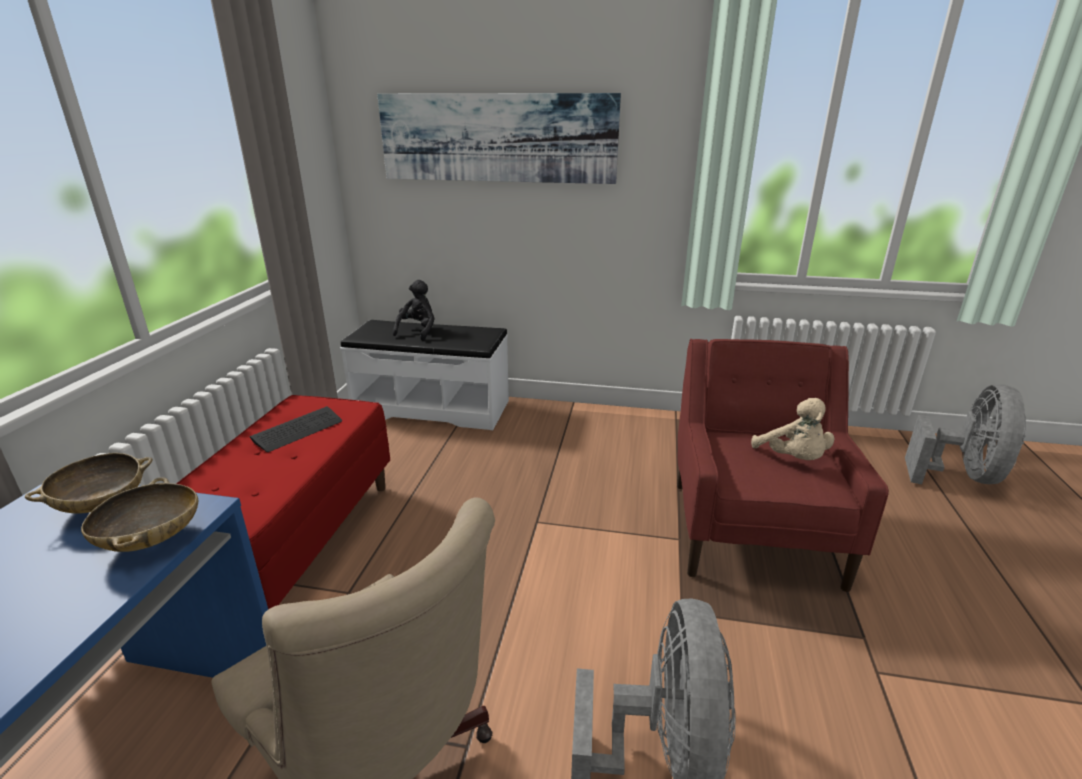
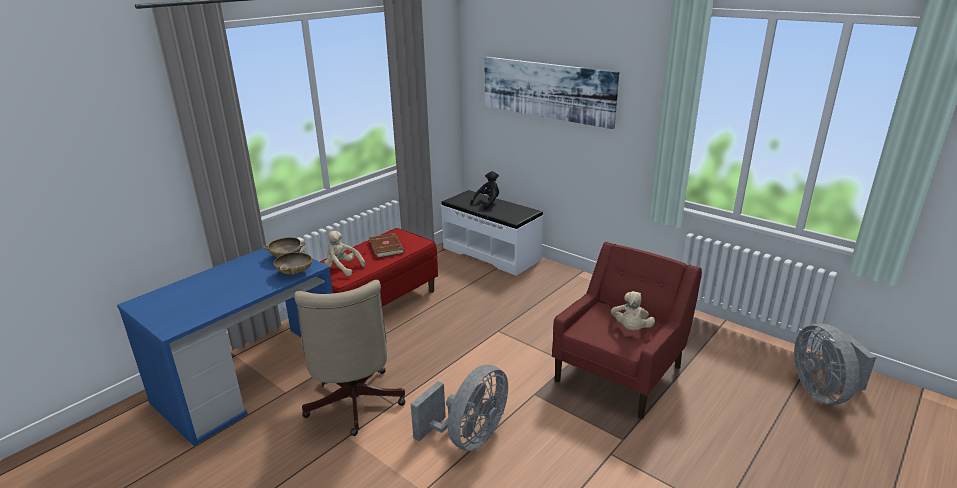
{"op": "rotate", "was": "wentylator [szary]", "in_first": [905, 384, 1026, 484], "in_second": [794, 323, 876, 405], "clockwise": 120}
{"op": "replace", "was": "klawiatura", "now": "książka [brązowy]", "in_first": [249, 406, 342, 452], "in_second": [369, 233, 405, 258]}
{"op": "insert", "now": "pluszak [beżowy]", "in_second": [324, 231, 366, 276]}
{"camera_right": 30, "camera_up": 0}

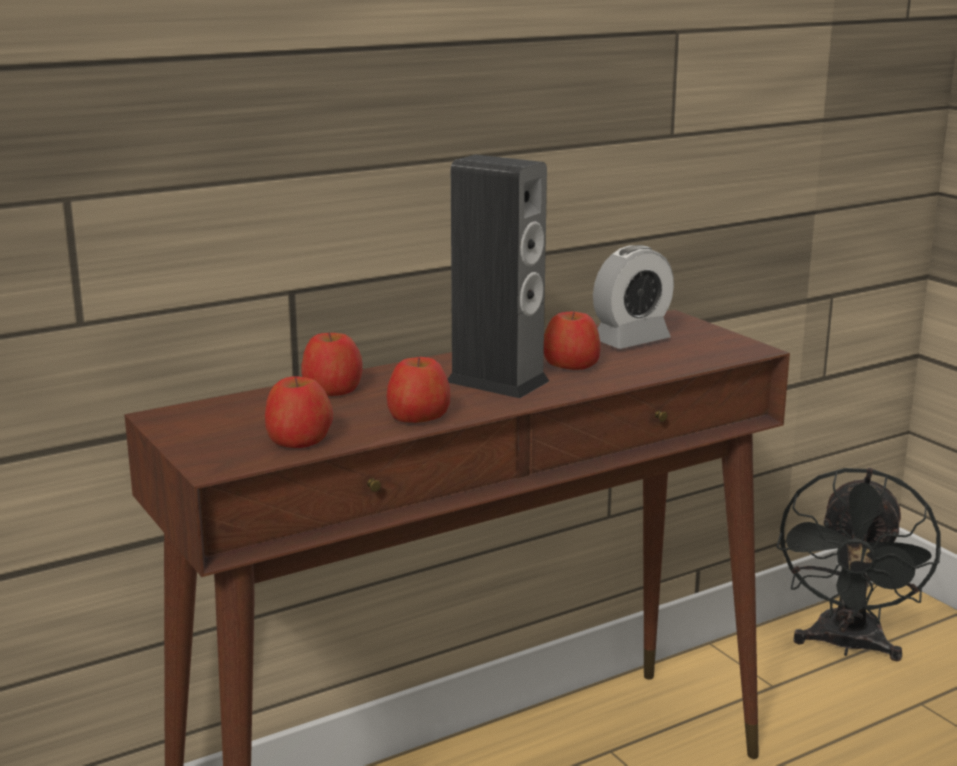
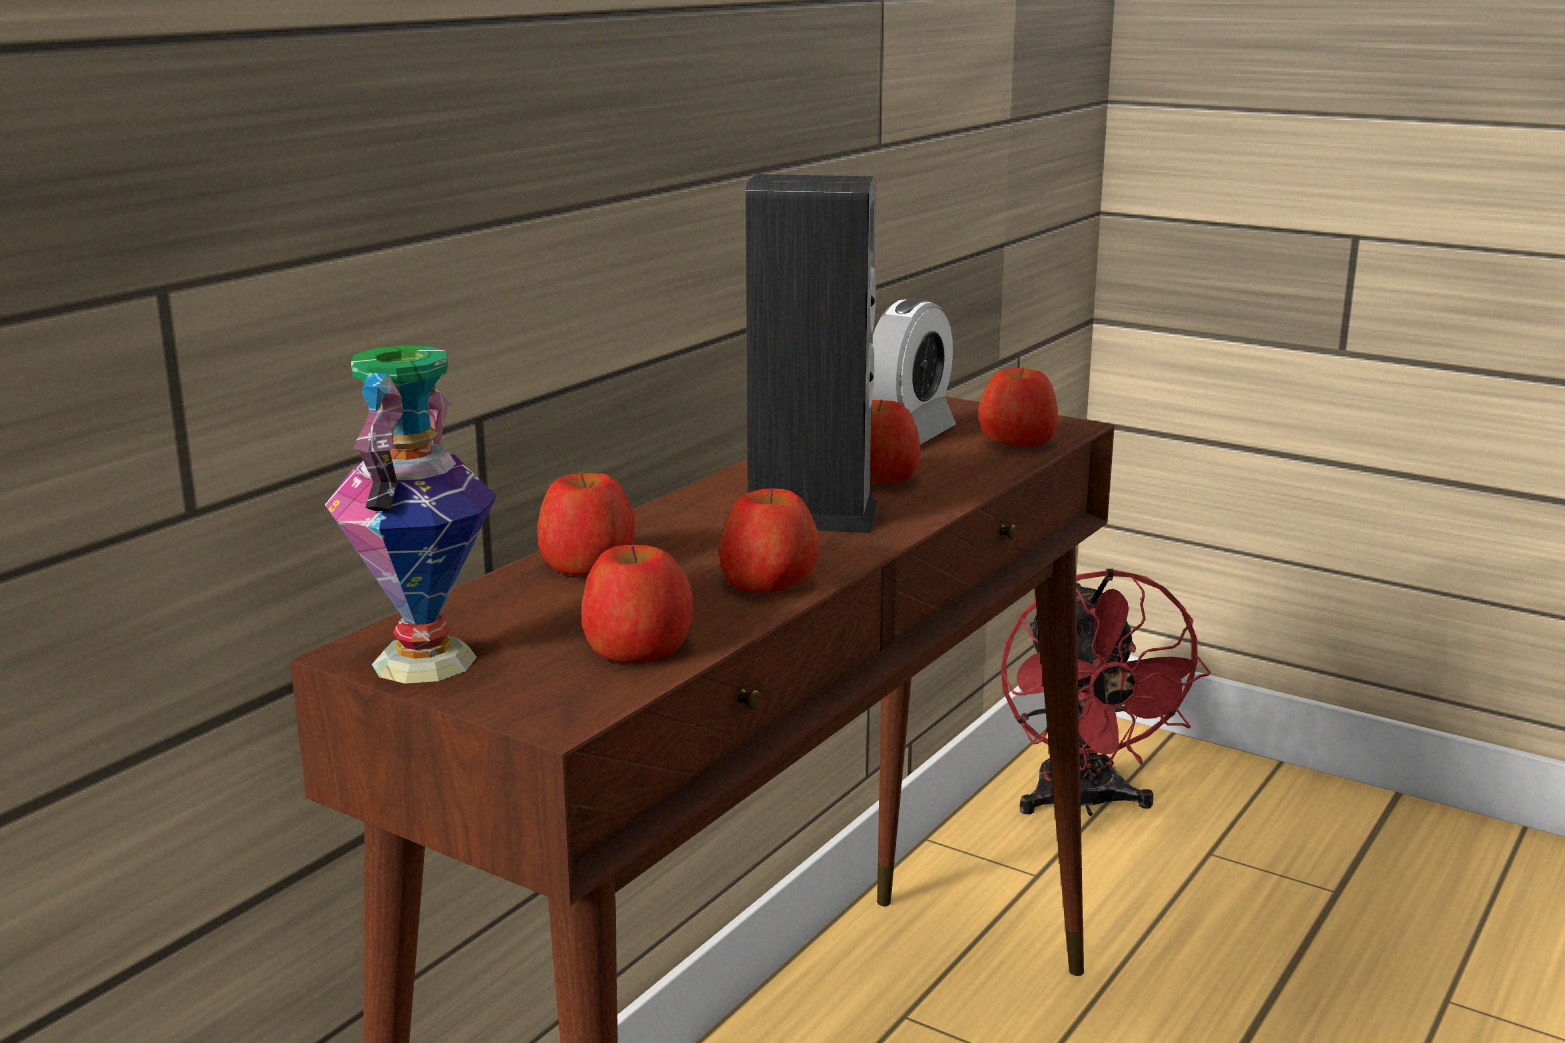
{"op": "recolor", "was": "wentylator [czarny]", "now": "wentylator [czerwony]", "in_first": [777, 468, 941, 661], "in_second": [1001, 569, 1211, 816]}
{"op": "insert", "now": "wazon", "in_second": [325, 345, 496, 684]}
{"op": "insert", "now": "jabłko", "in_second": [979, 367, 1058, 447]}
{"camera_right": -25, "camera_up": 0}

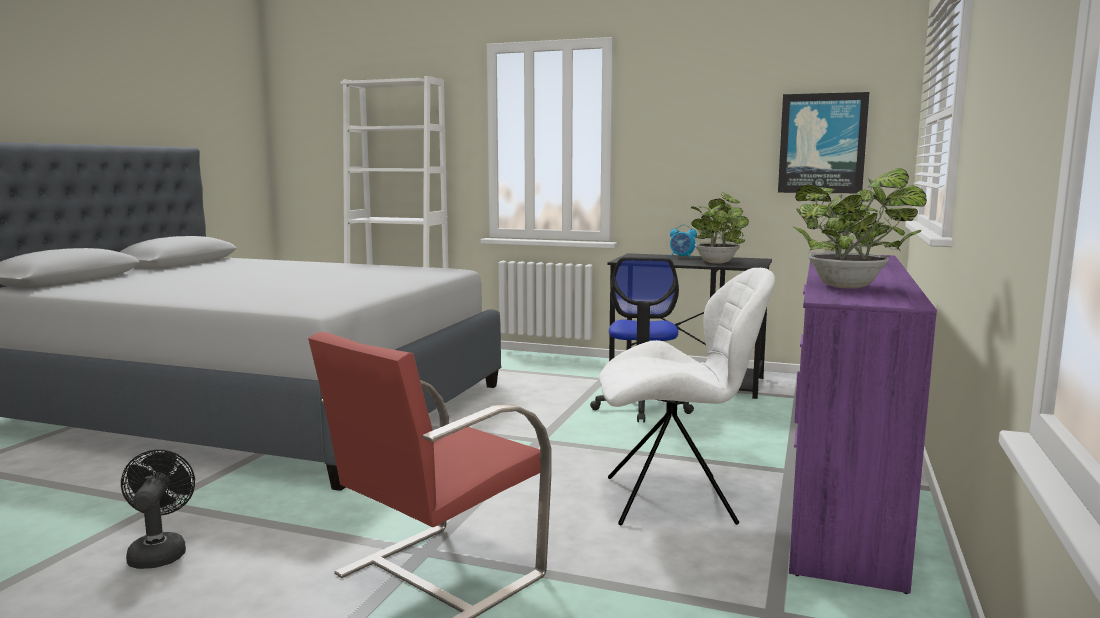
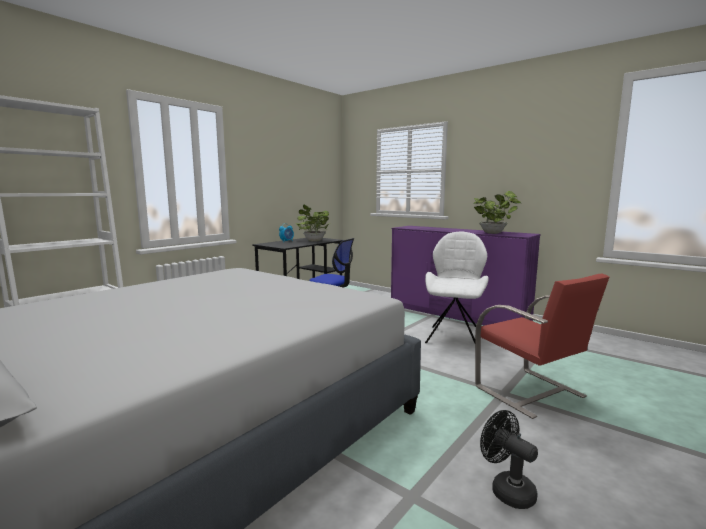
{"op": "delete", "was": "obraz", "in_first": [778, 92, 869, 193]}
{"op": "rotate", "was": "wentylator [czarny]", "in_first": [121, 450, 195, 569], "in_second": [480, 410, 538, 509], "clockwise": 45}
{"camera_right": -70, "camera_up": 0}

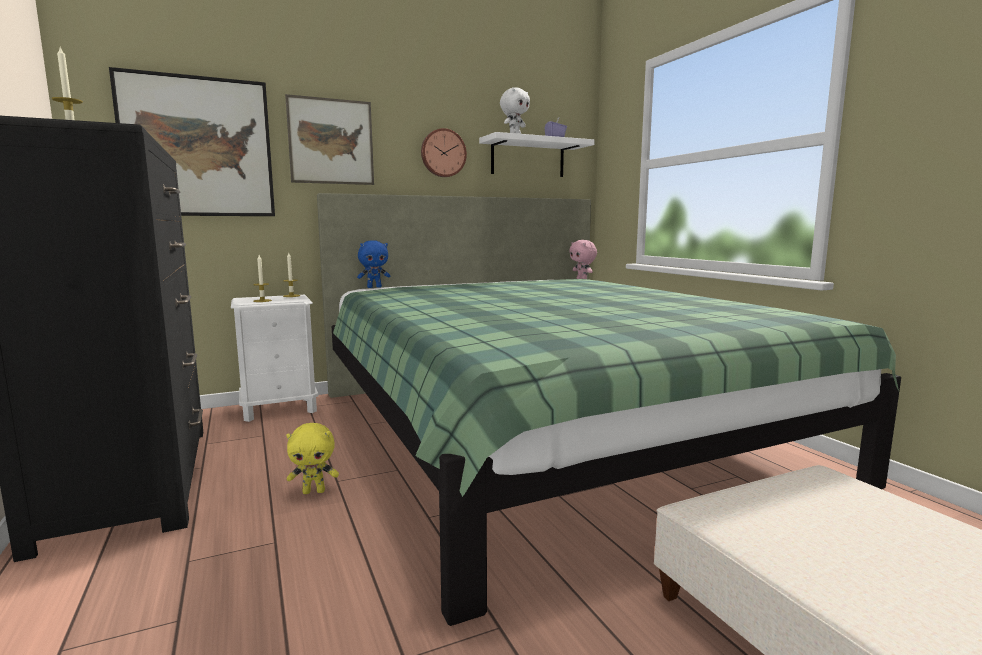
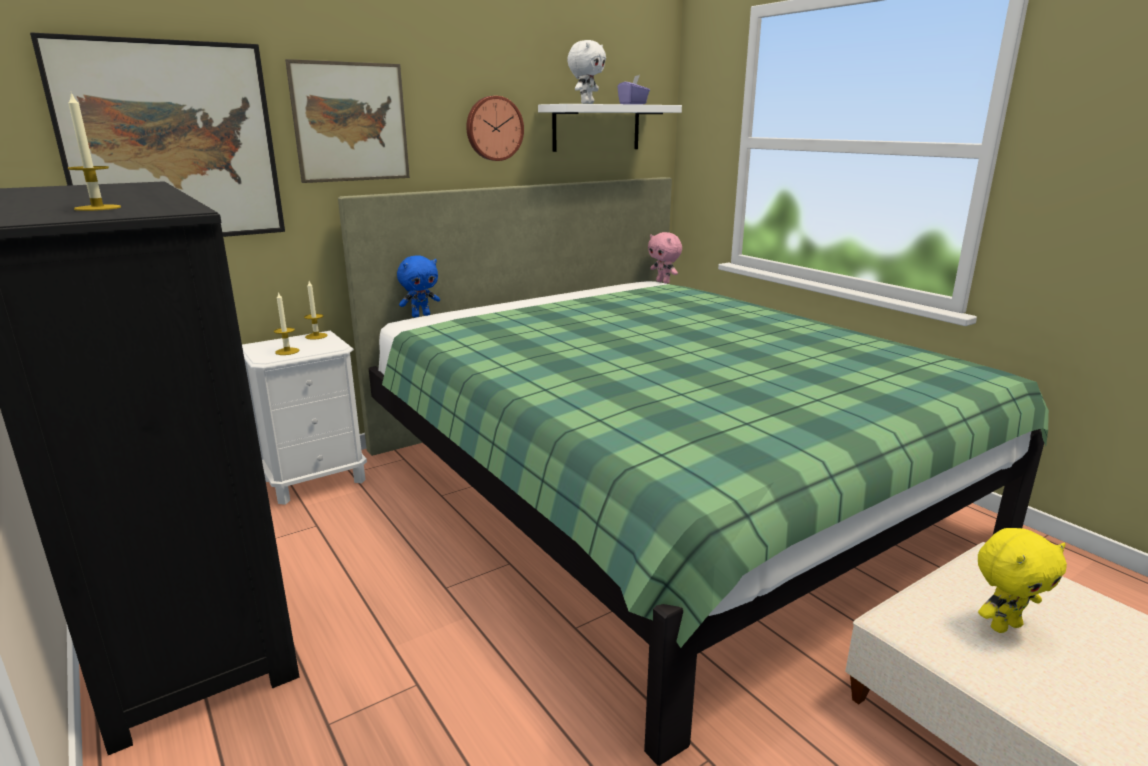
{"op": "move", "was": "pluszak [żółty]", "in_first": [286, 423, 339, 494], "in_second": [978, 528, 1067, 633]}
{"camera_right": -10, "camera_up": 10}

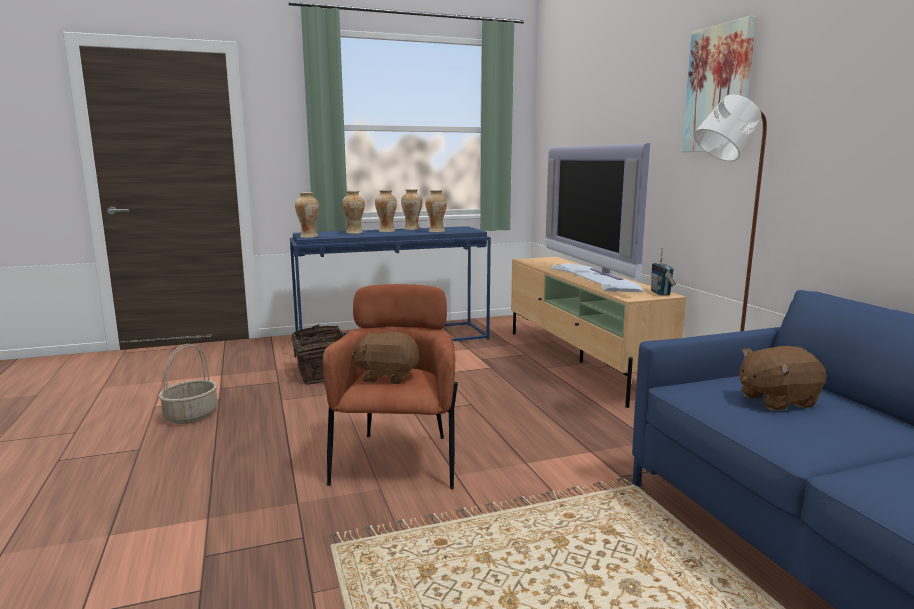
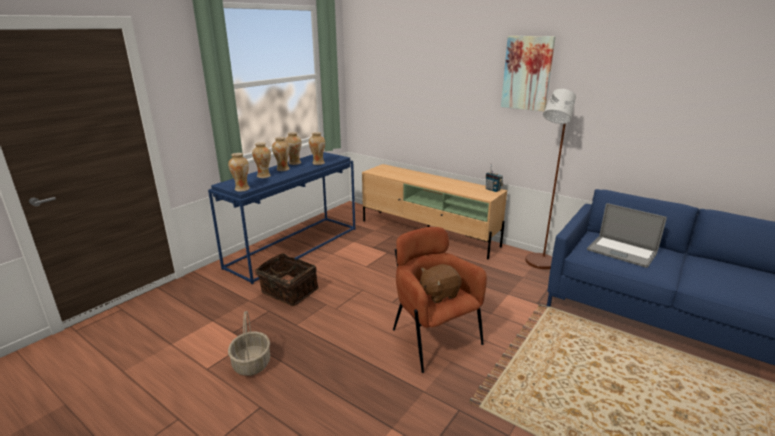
{"op": "delete", "was": "telewizor", "in_first": [545, 143, 650, 292]}
{"op": "replace", "was": "pluszak [brązowy]", "now": "laptop", "in_first": [739, 346, 826, 411], "in_second": [587, 203, 667, 268]}
{"camera_right": -35, "camera_up": 10}

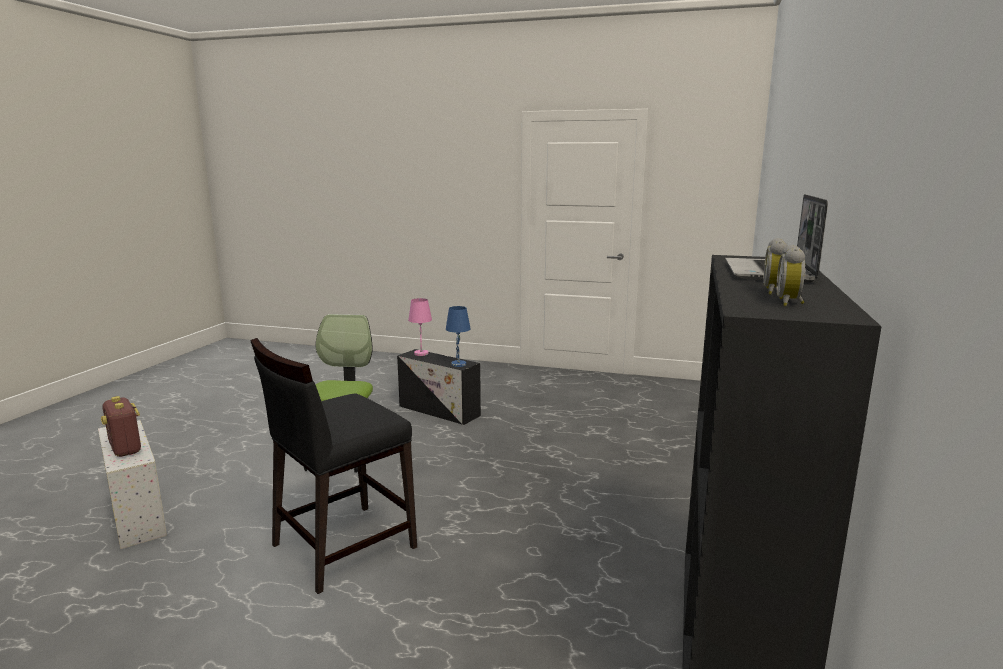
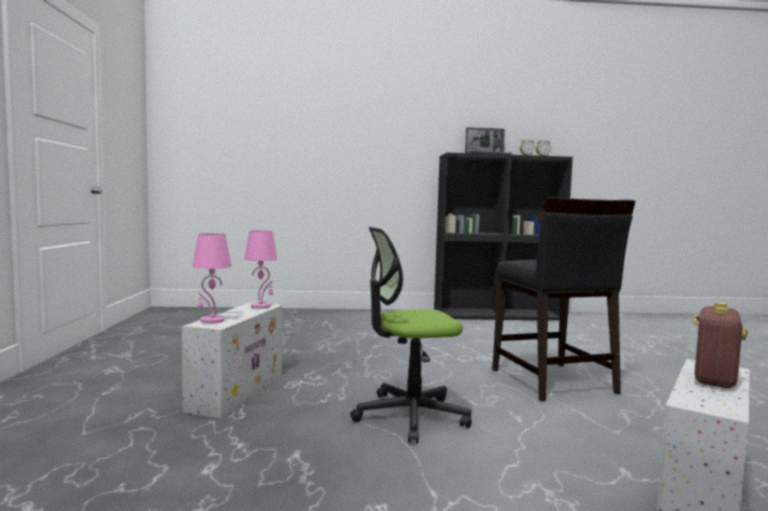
{"op": "recolor", "was": "lampa stołowa [niebieski]", "now": "lampa stołowa [różowy]", "in_first": [446, 306, 471, 367], "in_second": [244, 231, 277, 309]}
{"op": "rotate", "was": "krzesło [czarny]", "in_first": [250, 338, 417, 594], "in_second": [492, 197, 635, 401], "clockwise": 45}
{"op": "recolor", "was": "pojemnik do przechowywania [czarny]", "now": "pojemnik do przechowywania [biały]", "in_first": [397, 349, 481, 425], "in_second": [182, 303, 282, 418]}
{"camera_right": -110, "camera_up": -10}

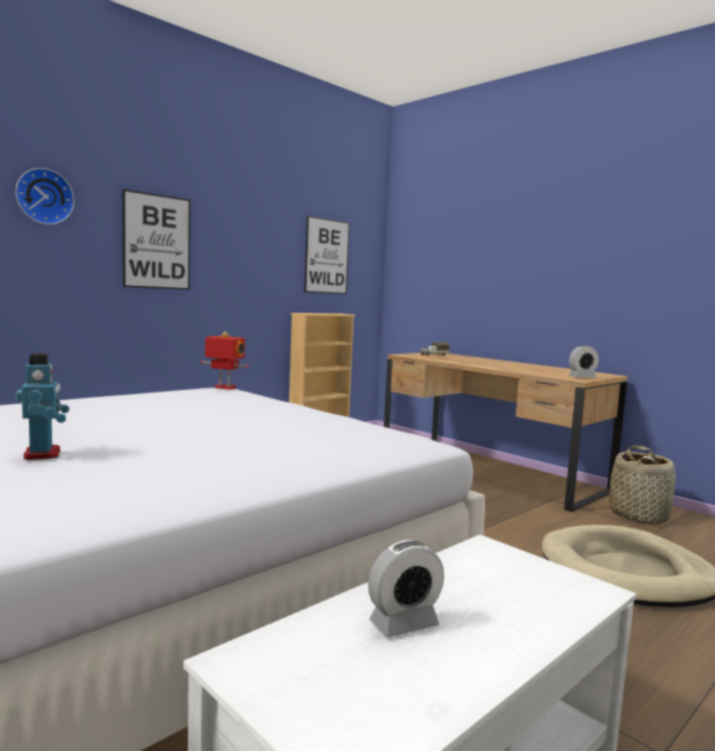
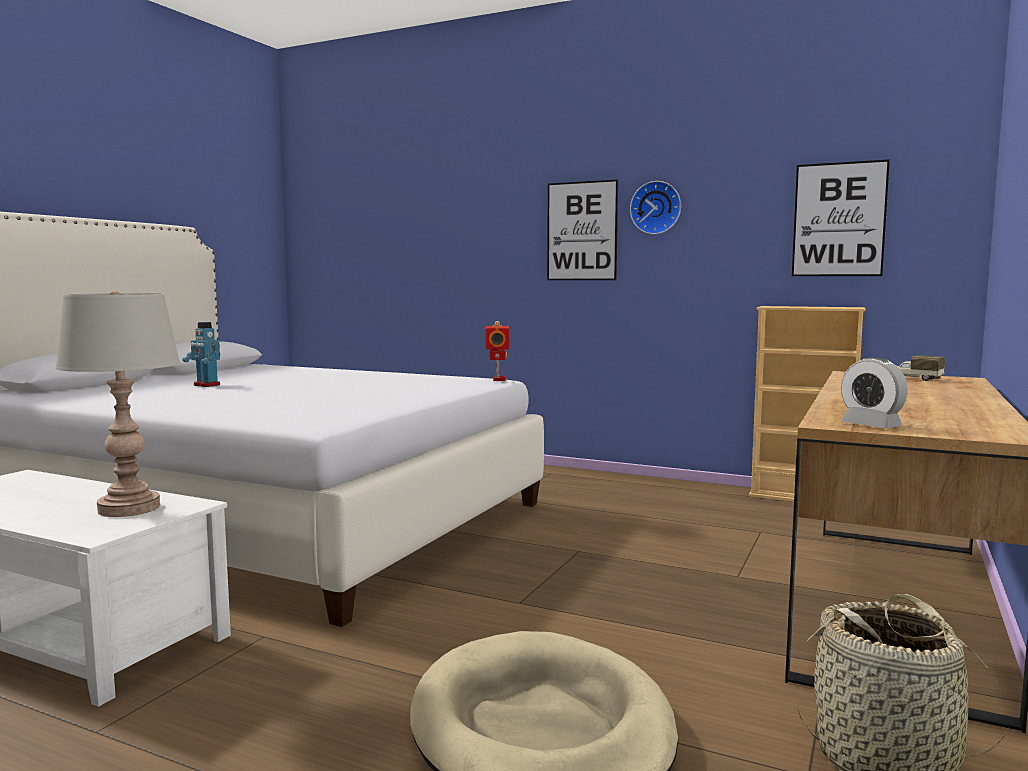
{"op": "move", "was": "zegar ścienny", "in_first": [15, 168, 74, 225], "in_second": [630, 181, 681, 234]}
{"op": "rotate", "was": "robot zabawkowy", "in_first": [15, 353, 69, 460], "in_second": [182, 322, 220, 387], "clockwise": 75}
{"op": "delete", "was": "budzik", "in_first": [368, 540, 444, 638]}
{"op": "insert", "now": "lampa stołowa [szary]", "in_second": [55, 290, 180, 517]}
{"camera_right": 70, "camera_up": 0}

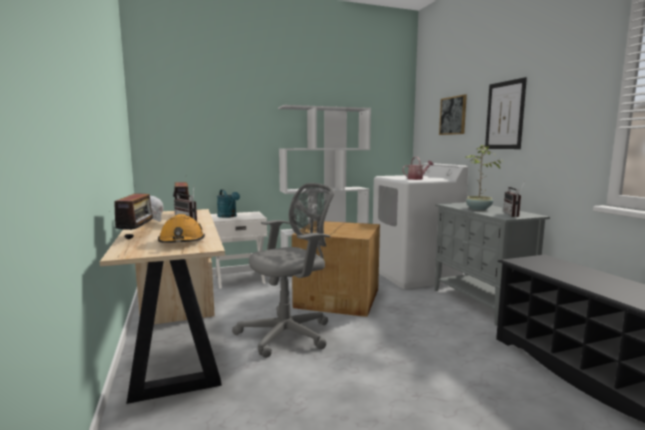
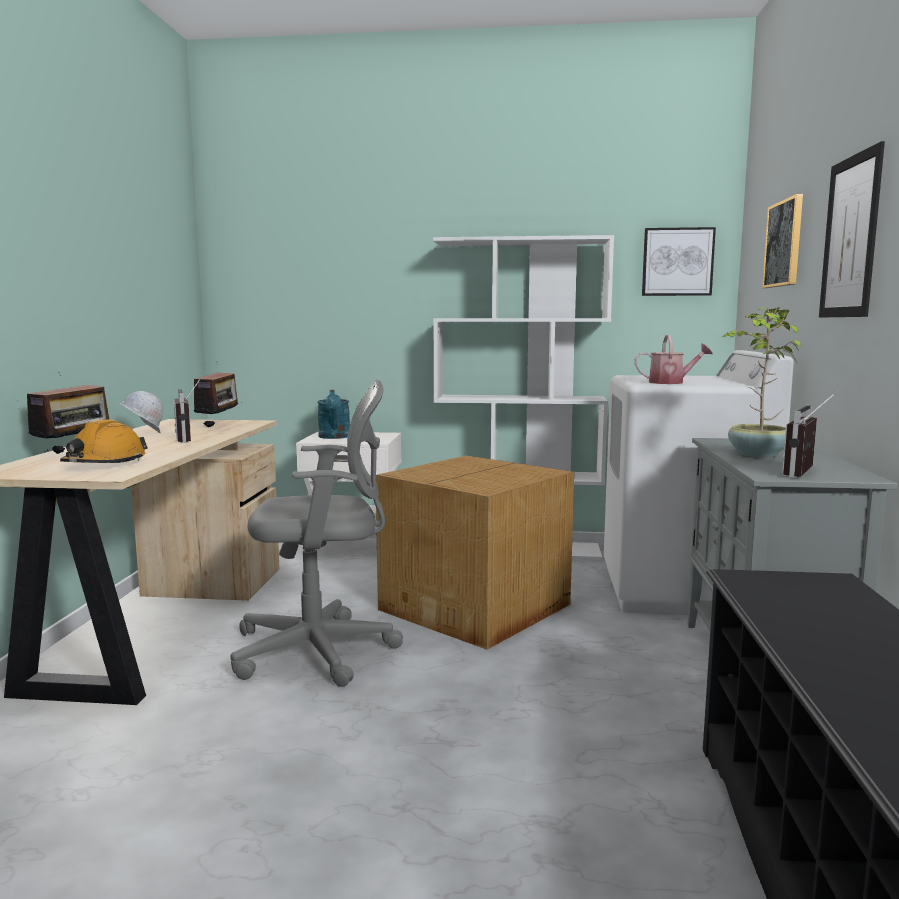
{"op": "insert", "now": "obraz", "in_second": [642, 227, 716, 296]}
{"camera_right": 25, "camera_up": 0}

